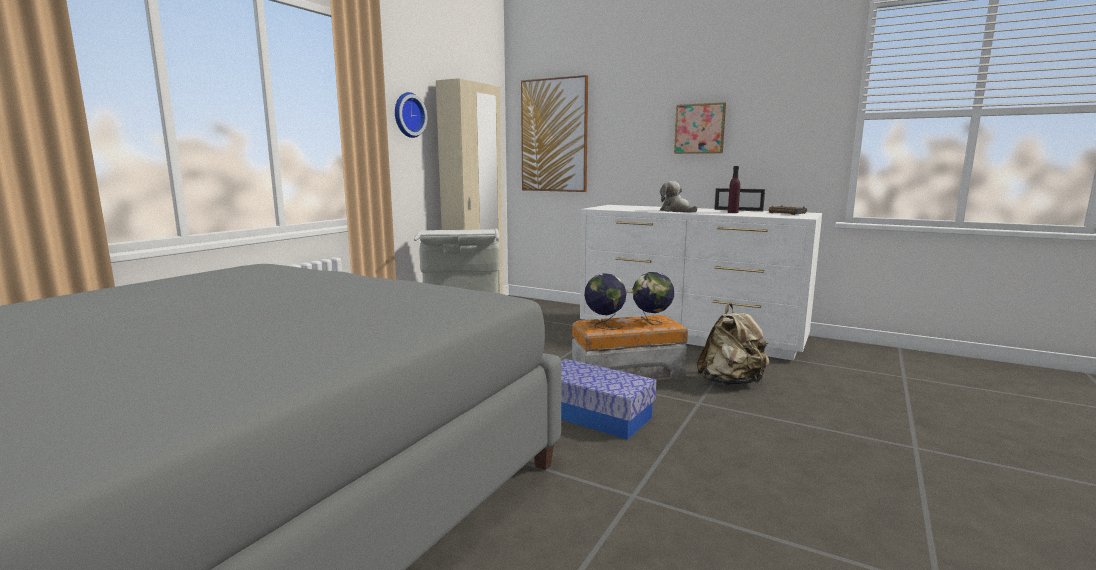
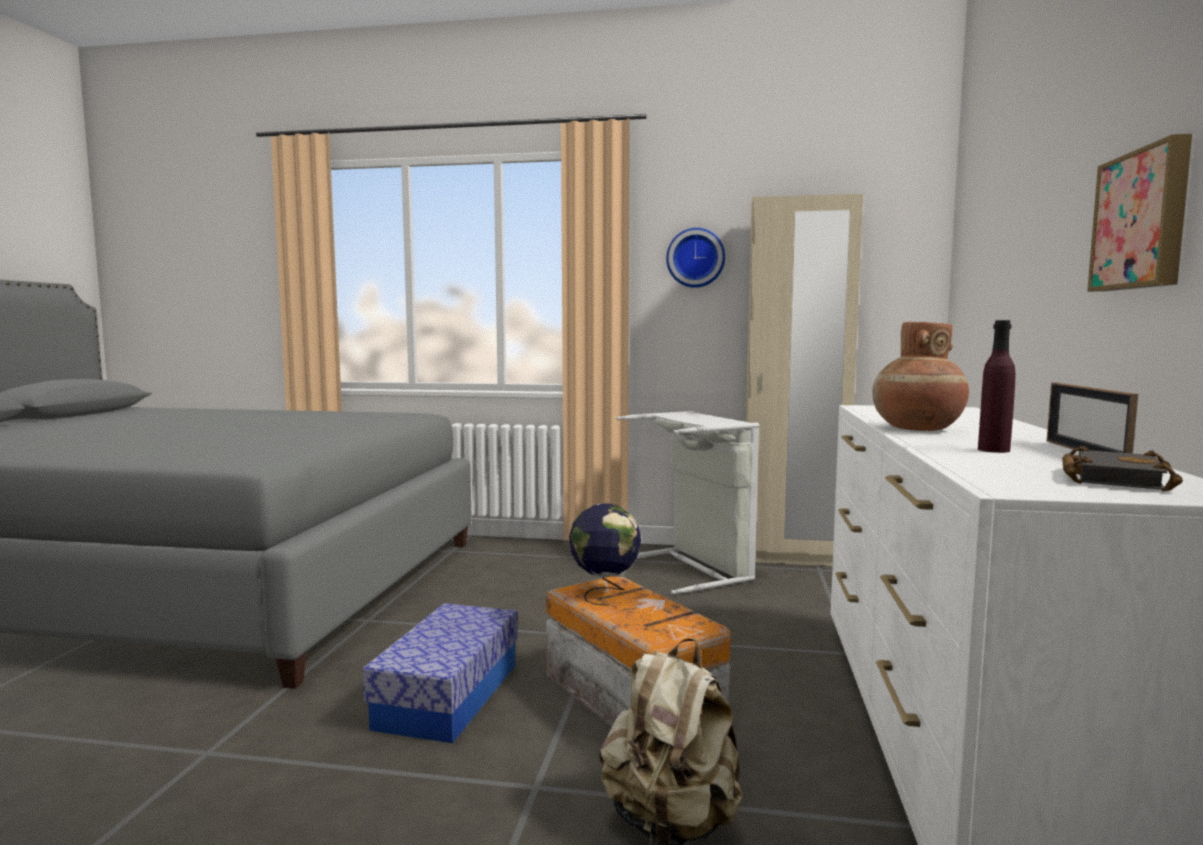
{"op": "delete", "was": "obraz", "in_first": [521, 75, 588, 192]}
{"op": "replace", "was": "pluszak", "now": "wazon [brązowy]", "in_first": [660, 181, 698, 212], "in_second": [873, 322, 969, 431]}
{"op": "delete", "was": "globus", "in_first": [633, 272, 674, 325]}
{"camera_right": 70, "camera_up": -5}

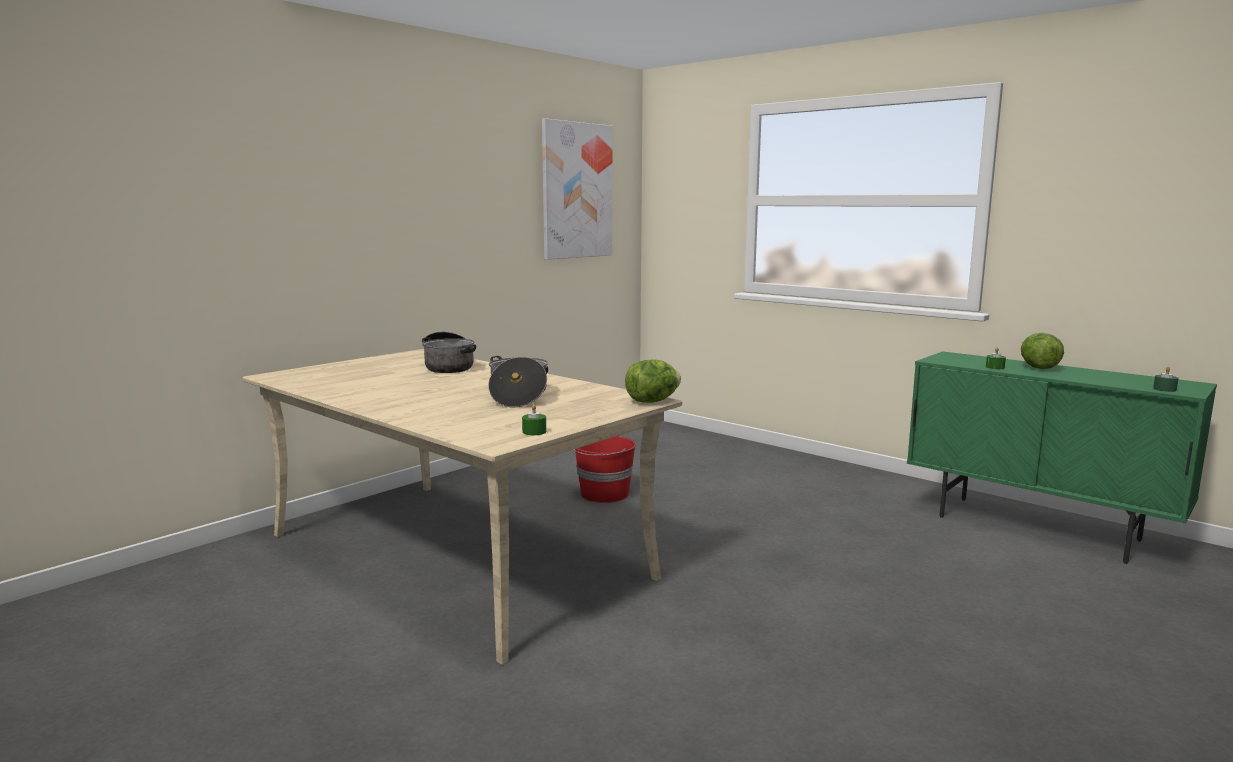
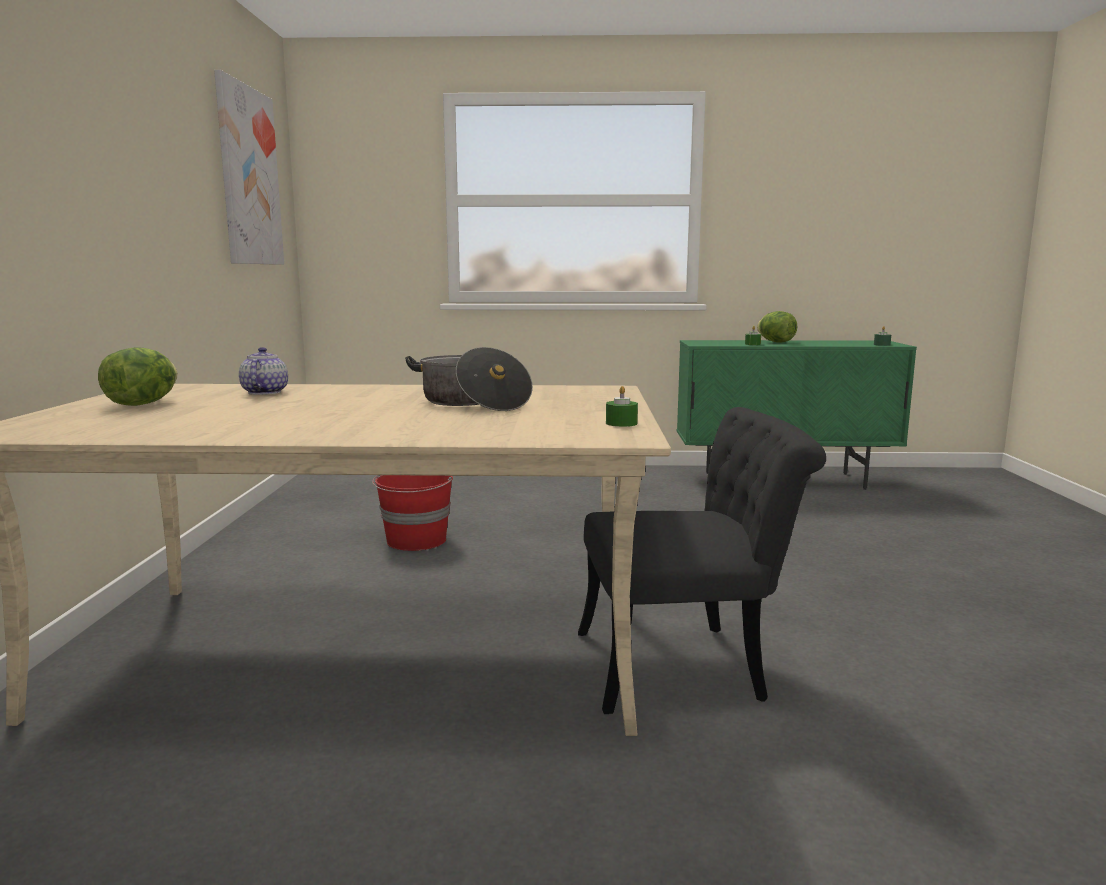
{"op": "replace", "was": "garnek", "now": "imbryk", "in_first": [422, 332, 476, 373], "in_second": [239, 347, 288, 395]}
{"op": "move", "was": "sałata", "in_first": [625, 360, 681, 403], "in_second": [98, 347, 177, 406]}
{"op": "insert", "now": "krzesło [czarny]", "in_second": [578, 407, 826, 714]}
{"camera_right": -40, "camera_up": 0}

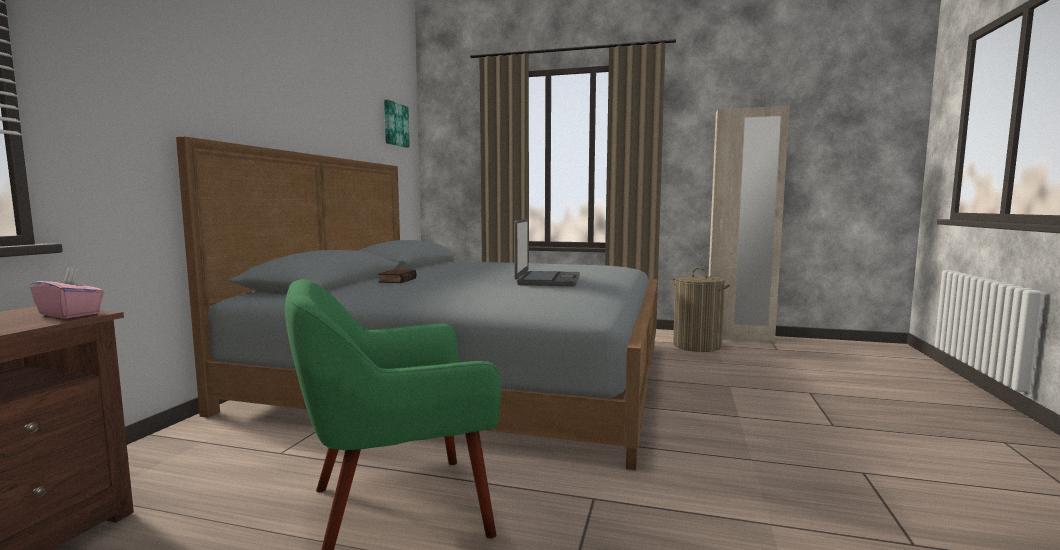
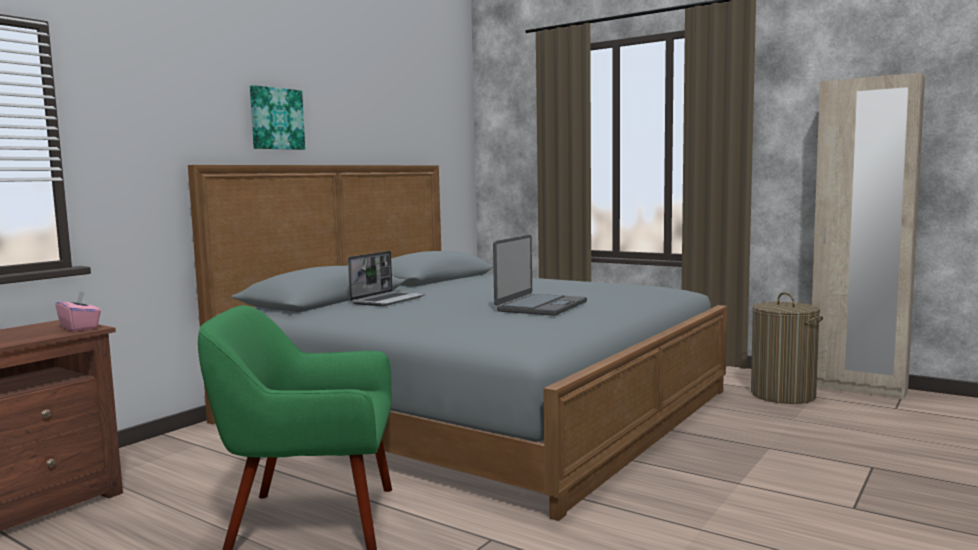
{"op": "move", "was": "obraz", "in_first": [384, 100, 410, 148], "in_second": [250, 85, 305, 150]}
{"op": "replace", "was": "książka", "now": "laptop", "in_first": [378, 270, 417, 283], "in_second": [348, 251, 425, 306]}
{"camera_right": 20, "camera_up": 0}

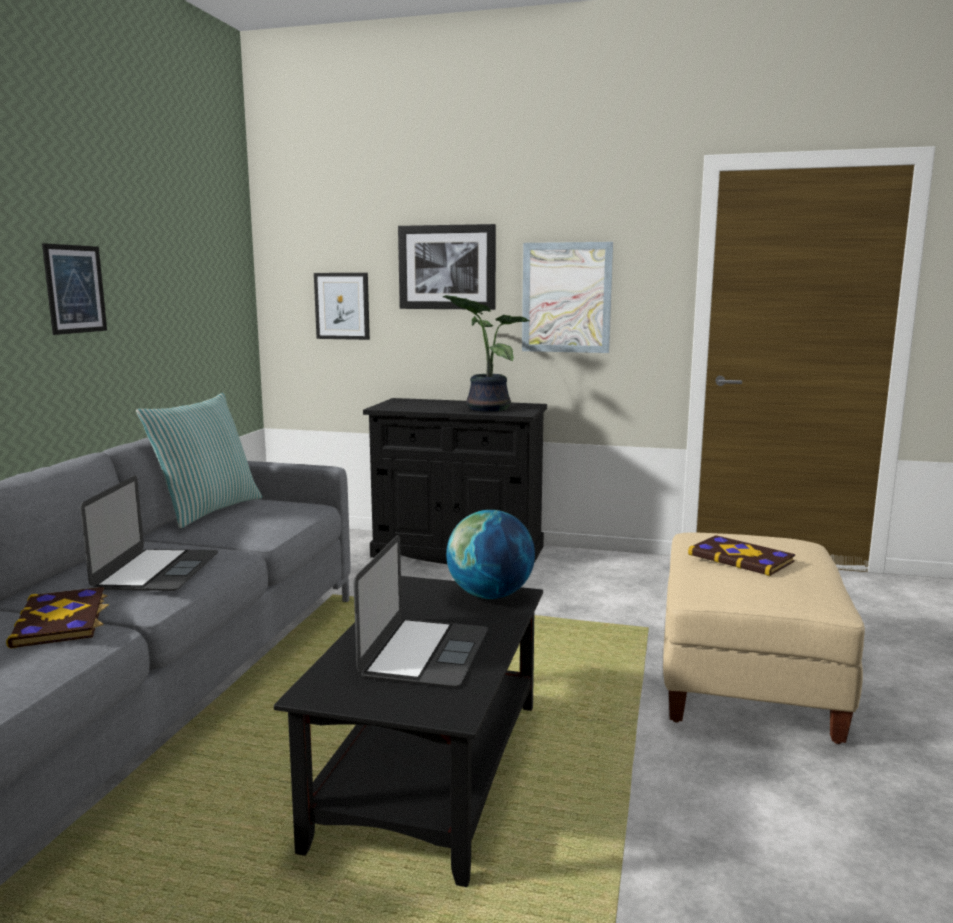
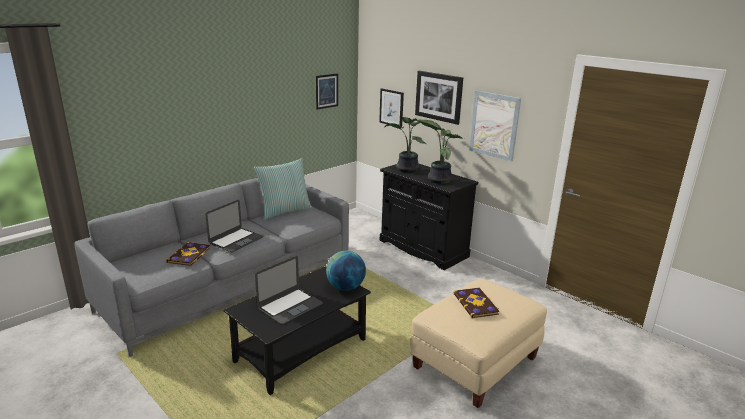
{"op": "move", "was": "obraz", "in_first": [42, 243, 107, 335], "in_second": [316, 73, 338, 110]}
{"op": "insert", "now": "roślina doniczkowa", "in_second": [384, 117, 427, 173]}
{"camera_right": 30, "camera_up": 10}

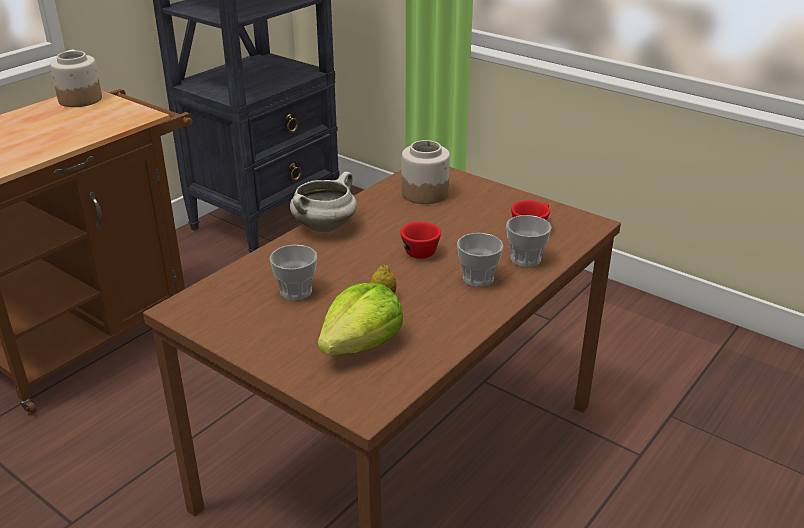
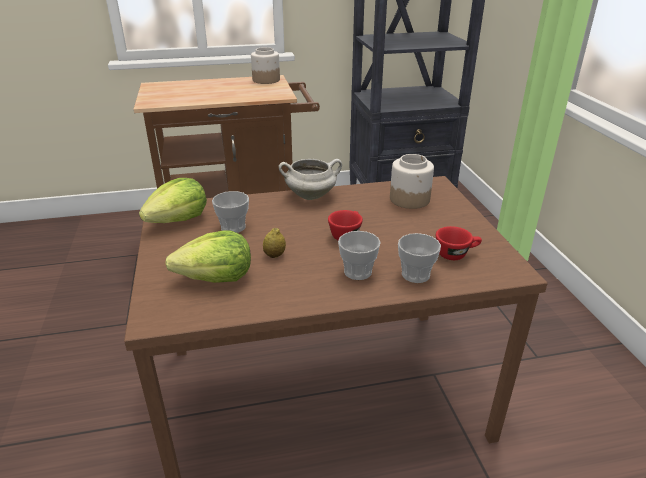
{"op": "insert", "now": "sałata", "in_second": [139, 178, 207, 223]}
{"camera_right": 40, "camera_up": 0}

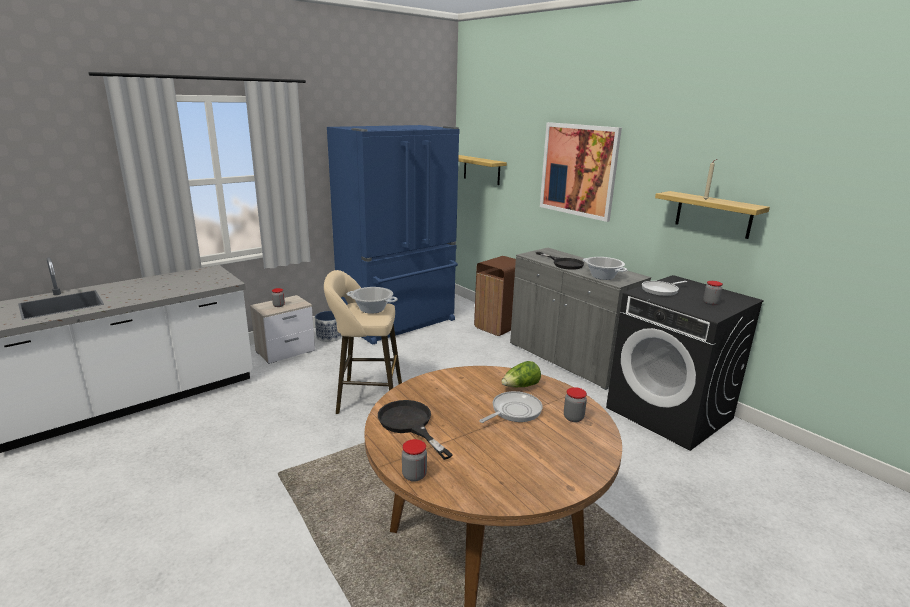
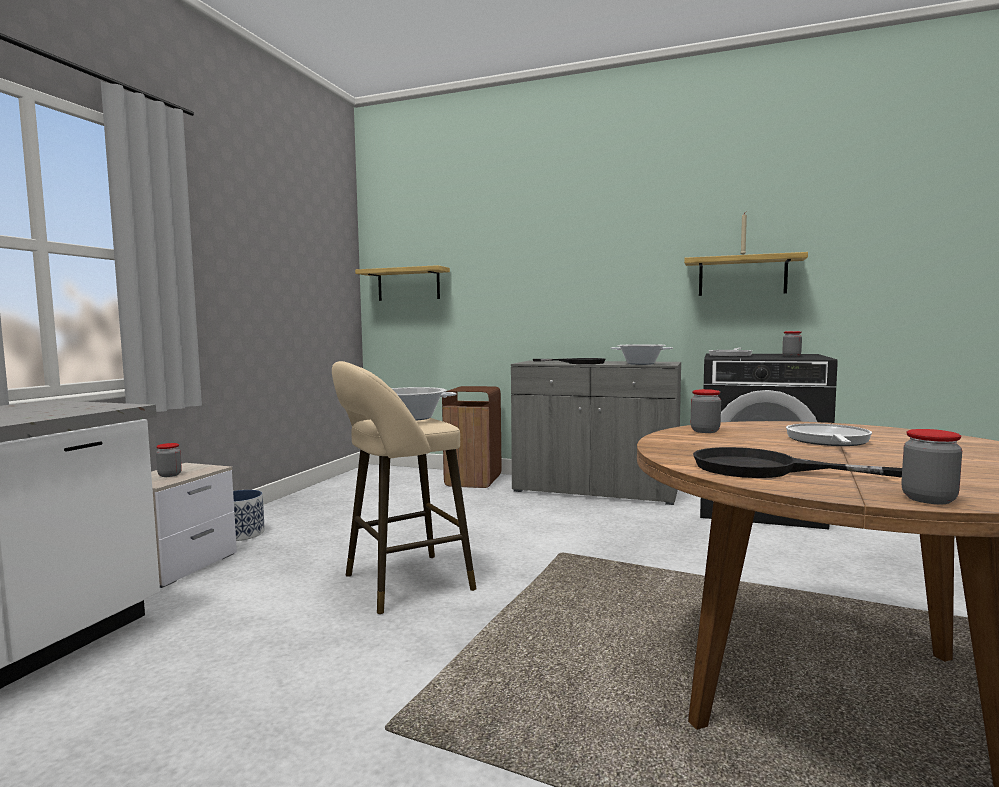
{"op": "delete", "was": "obraz", "in_first": [540, 122, 622, 222]}
{"op": "delete", "was": "lodówka [niebieski]", "in_first": [327, 125, 460, 345]}
{"op": "delete", "was": "sałata", "in_first": [502, 361, 541, 387]}
{"op": "move", "was": "słoik", "in_first": [564, 387, 587, 422], "in_second": [691, 389, 721, 433]}
{"camera_right": -30, "camera_up": -15}

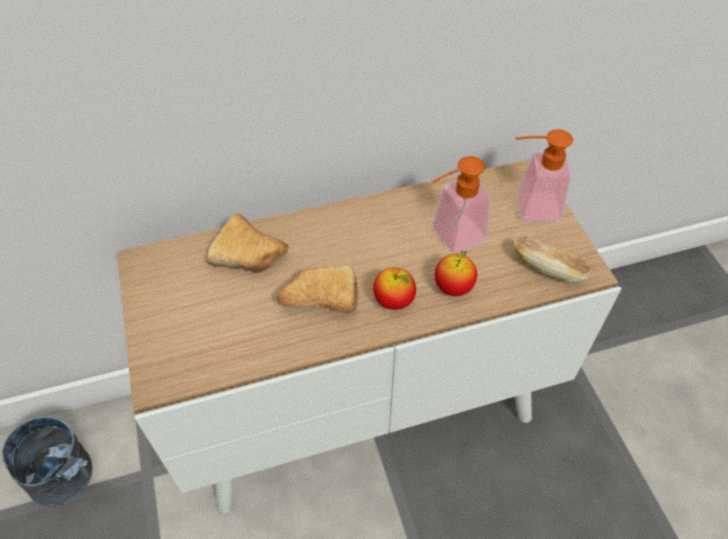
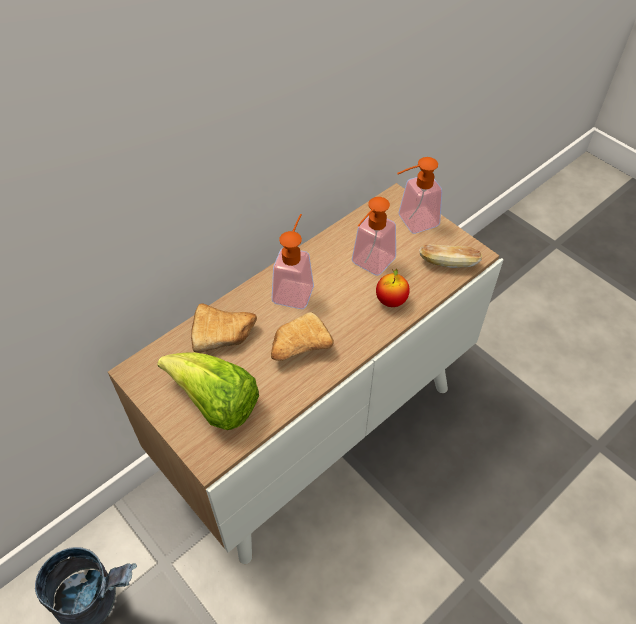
{"op": "delete", "was": "jabłko", "in_first": [373, 267, 416, 310]}
{"op": "insert", "now": "dozownik mydła", "in_second": [272, 214, 314, 309]}
{"op": "insert", "now": "sałata", "in_second": [157, 352, 259, 430]}
{"camera_right": -25, "camera_up": 0}

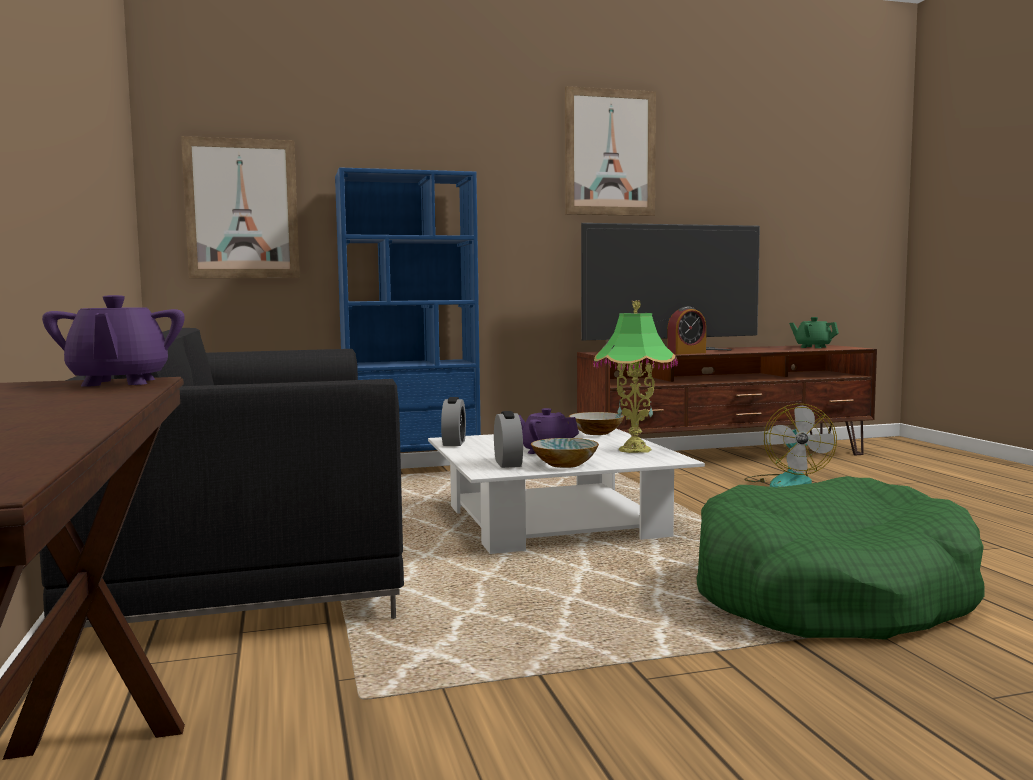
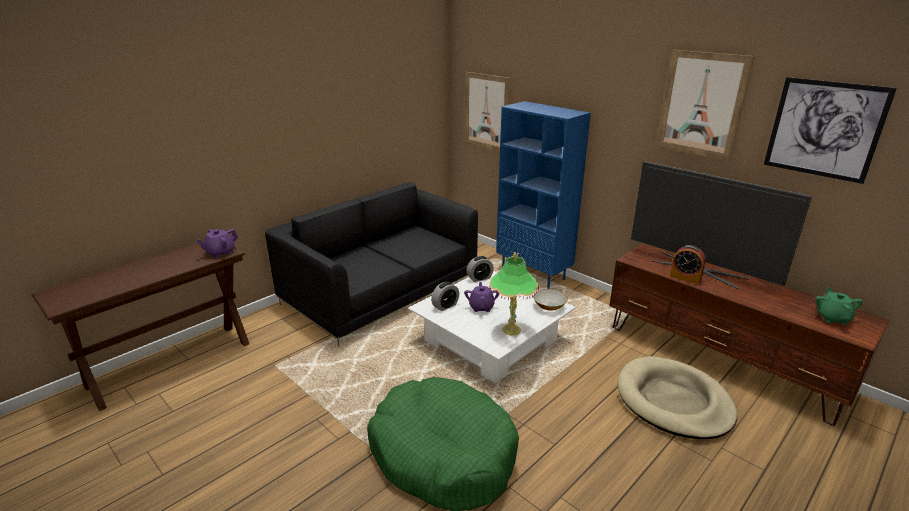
{"op": "replace", "was": "wentylator", "now": "legowisko [beżowy]", "in_first": [744, 404, 837, 487], "in_second": [617, 356, 738, 439]}
{"op": "delete", "was": "miska", "in_first": [531, 438, 599, 468]}
{"op": "insert", "now": "obraz", "in_second": [764, 77, 897, 184]}
{"camera_right": 60, "camera_up": 20}

